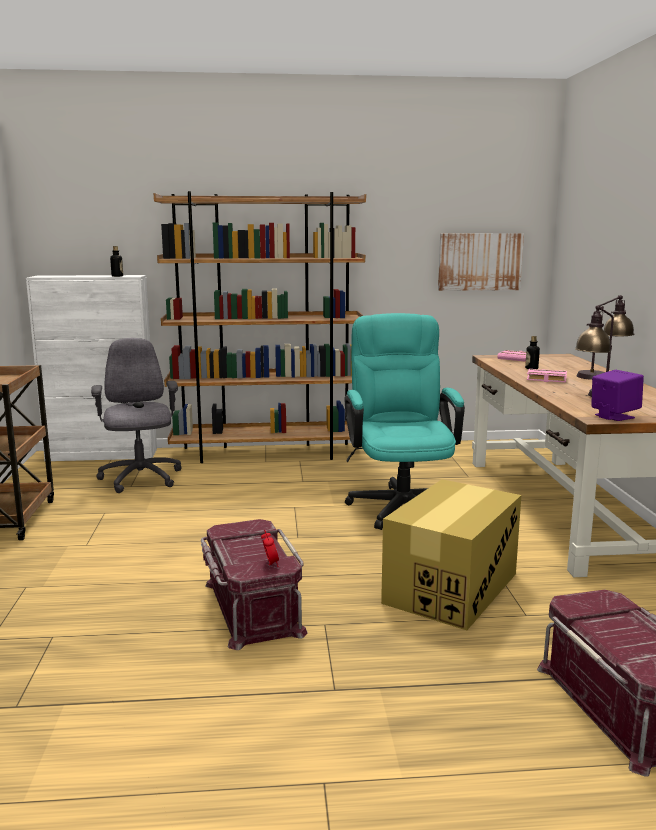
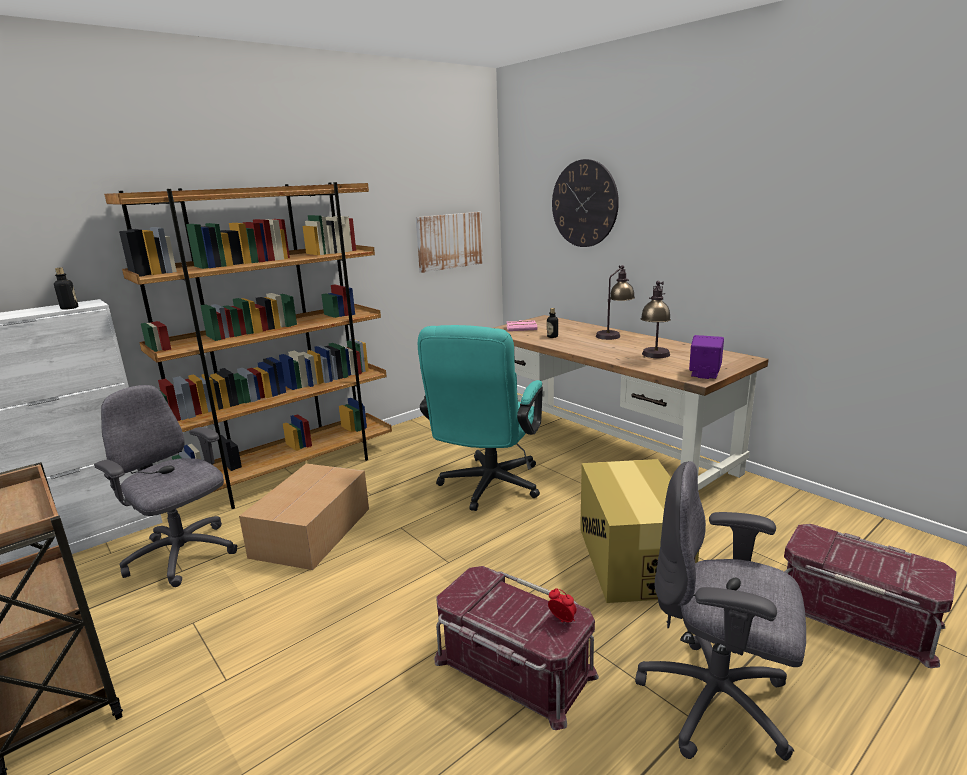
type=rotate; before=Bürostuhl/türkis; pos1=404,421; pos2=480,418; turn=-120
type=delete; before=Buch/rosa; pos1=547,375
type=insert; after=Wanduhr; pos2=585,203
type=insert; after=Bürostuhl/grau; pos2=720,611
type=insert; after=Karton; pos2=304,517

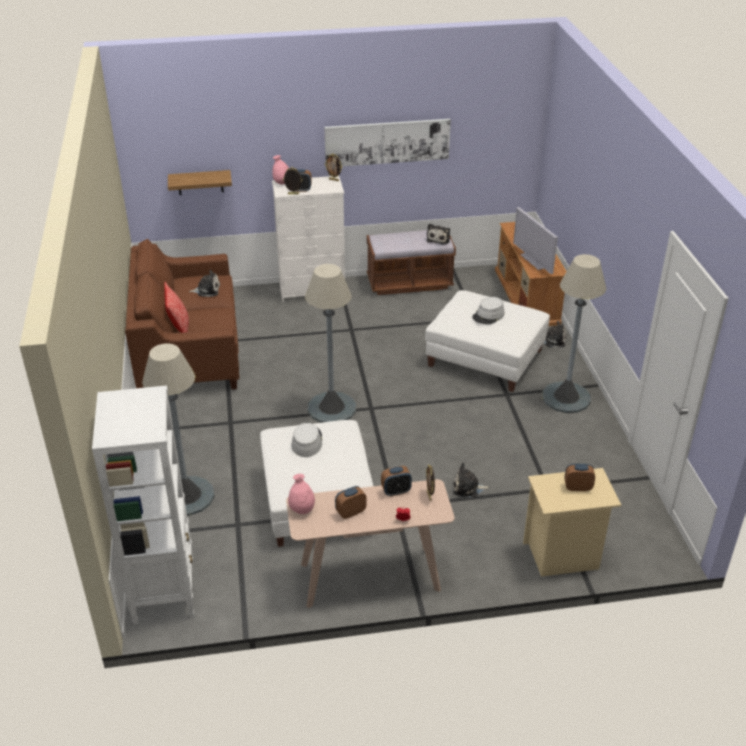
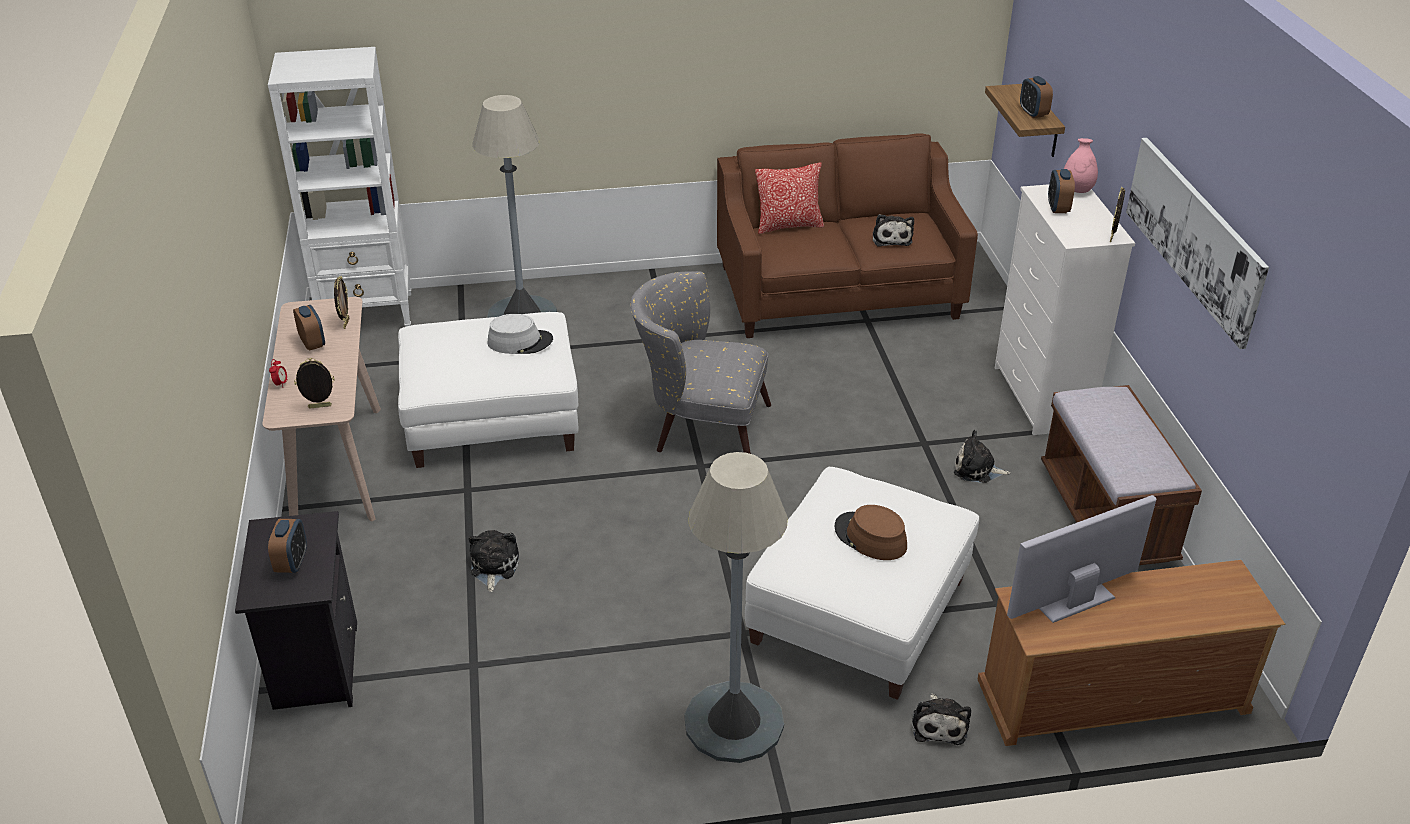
type=move; before=Bilderrahmen; pos1=293,181; pos2=342,302
type=move; before=Plüschtier; pos1=438,234; pos2=982,456
type=replace; before=Stehlampe/grau; after=Sessel/grau; pos1=330,343; pos2=700,362
type=recolor; before=Hut/grau; after=Hut/braun; pos1=488,310; pos2=870,532
type=move; before=Wecker; pos1=396,481; pos2=1036,97
type=recolor; before=Nachttisch/beige; after=Nachttisch/schwarz; pos1=572,522; pos2=296,610
type=delete; before=Vase/rosa; pos1=301,494

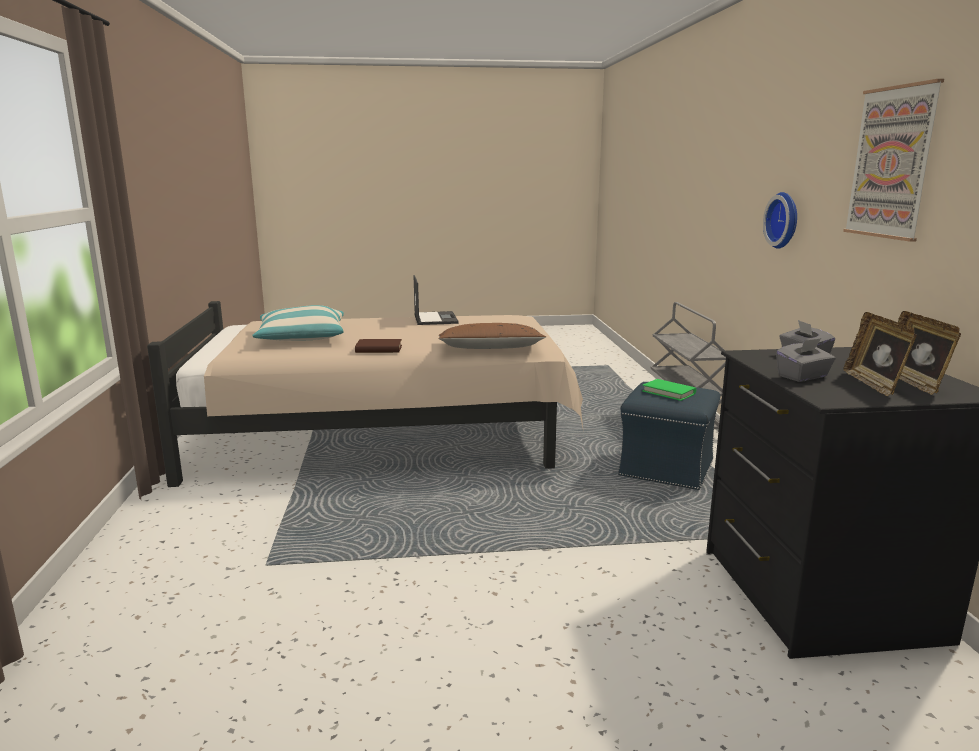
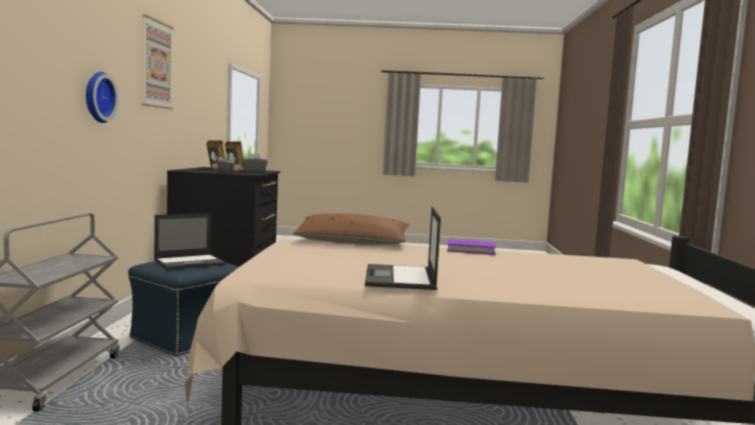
type=delete; before=Kissen; pos1=298,323
type=recolor; before=Buch/braun; after=Buch/lila; pos1=378,346; pos2=471,247
type=replace; before=Buch/grün; after=Laptop; pos1=669,390; pos2=190,241

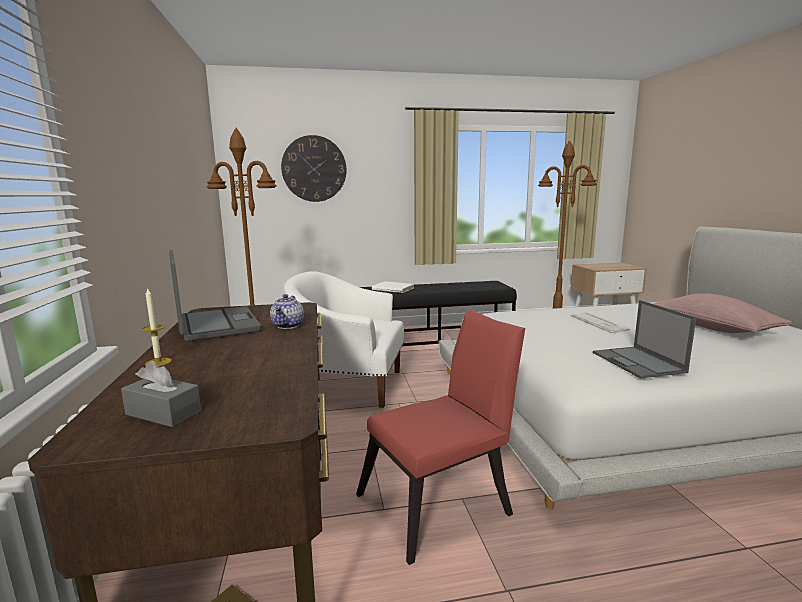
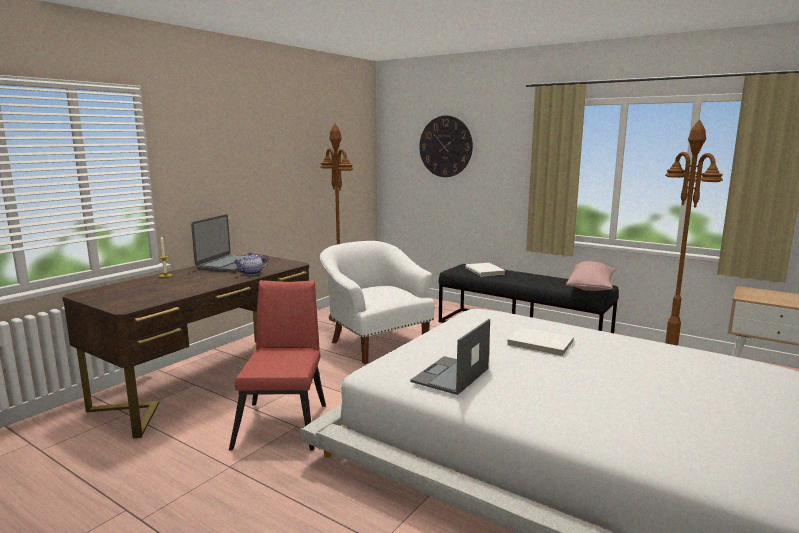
type=move; before=Kissen/rosa; pos1=722,313; pos2=590,276
type=rotate; before=Stuhl/rot; pos1=440,437; pos2=277,365; turn=-105
type=replace; before=Tastatur; after=Buch/weiß; pos1=600,322; pos2=540,342
type=delete; before=Taschentuchbox/grau; pos1=161,394

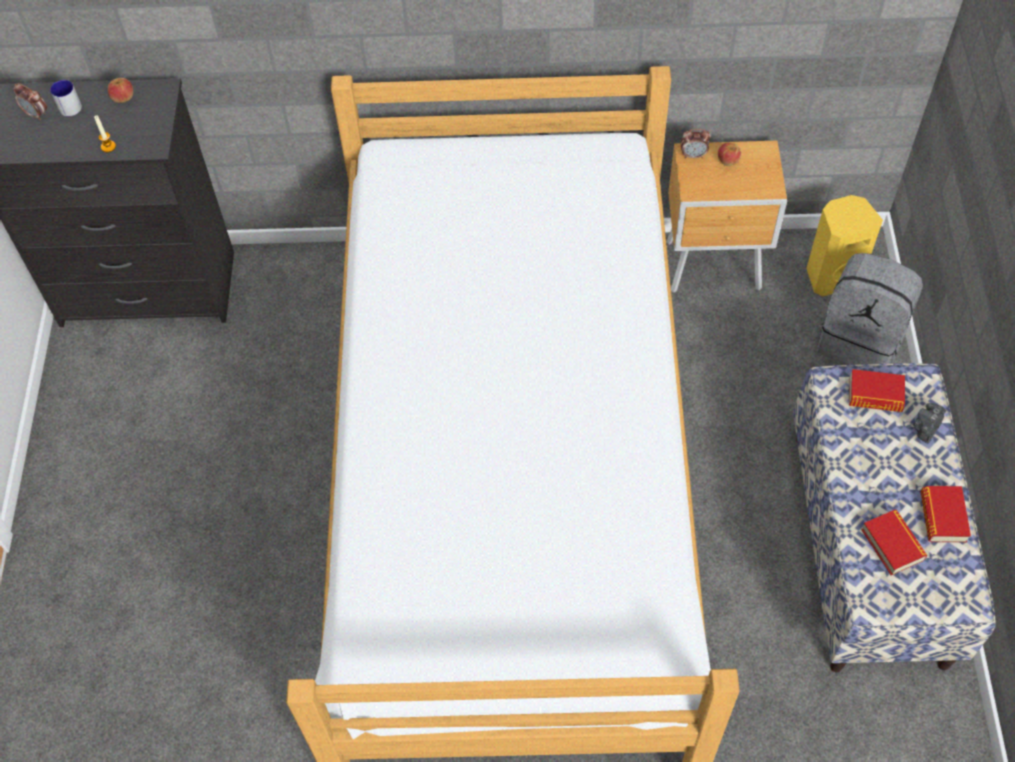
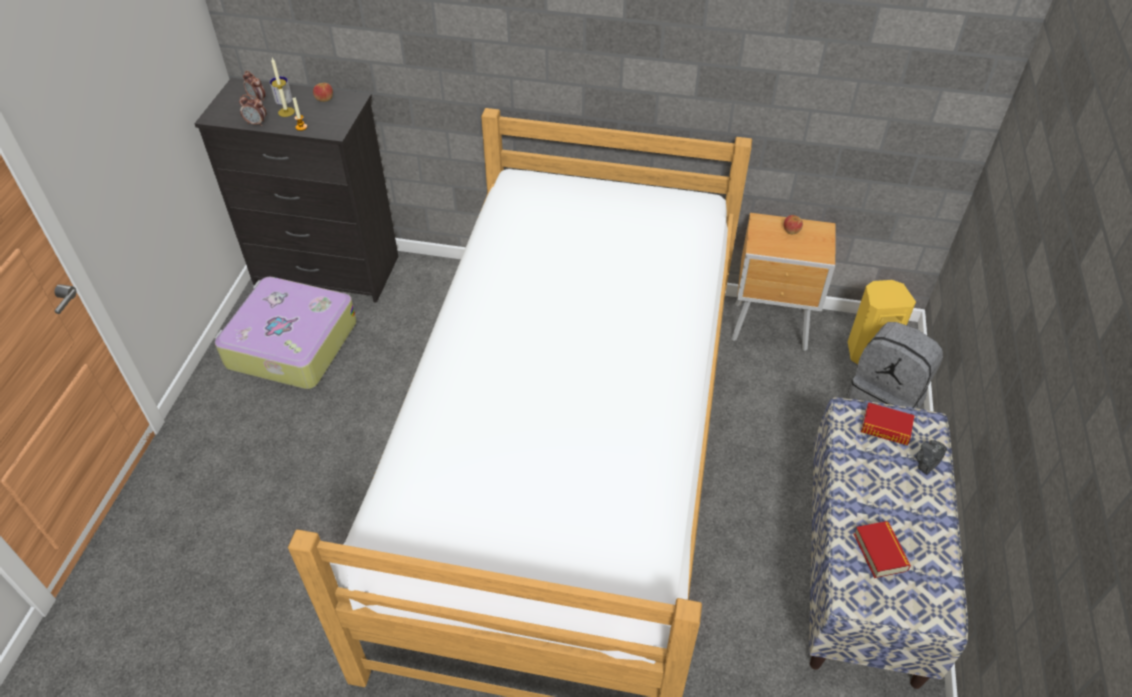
type=move; before=Wecker; pos1=696,144; pos2=252,110
type=delete; before=Buch; pos1=946,514
type=insert; after=Kerze; pos2=283,87
type=insert; after=Koffer; pos2=286,333

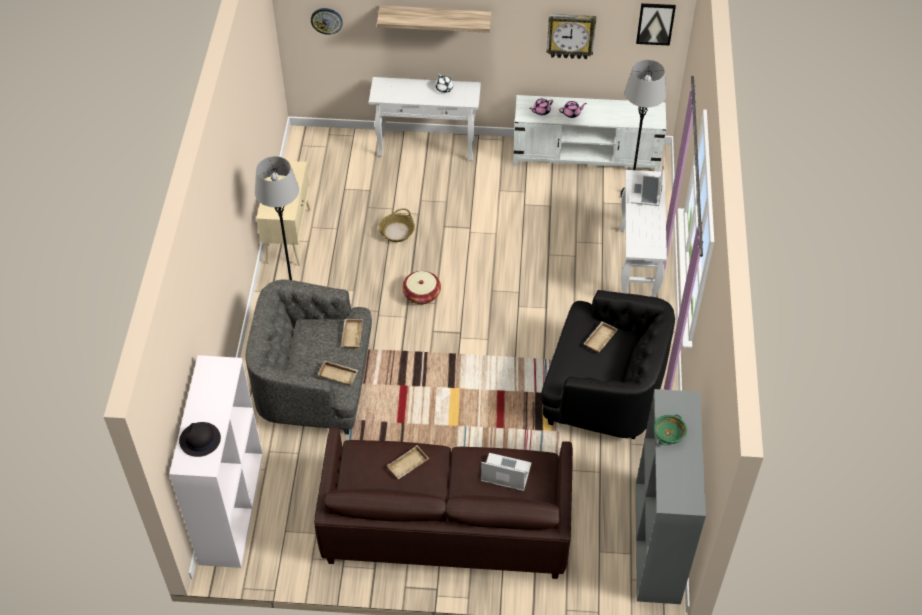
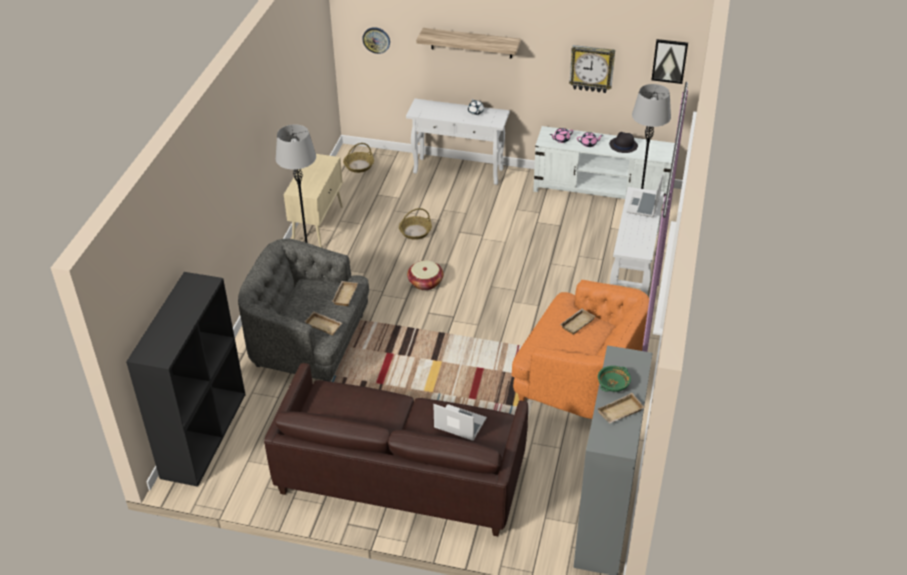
type=recolor; before=Sessel/schwarz; after=Sessel/orange; pos1=608,364; pos2=580,349
type=recolor; before=Bücherregal/weiß; after=Bücherregal/schwarz; pos1=216,461; pos2=186,379
type=move; before=Hut/schwarz; pos1=200,439; pos2=623,142
type=move; before=Tablett/beige; pos1=407,462; pos2=621,408
type=insert; after=Korb; pos2=358,158

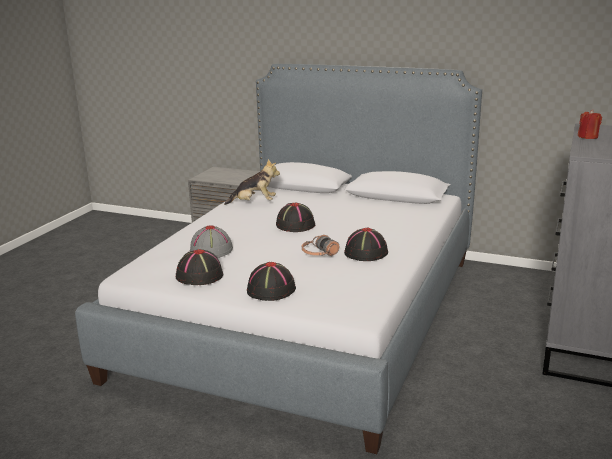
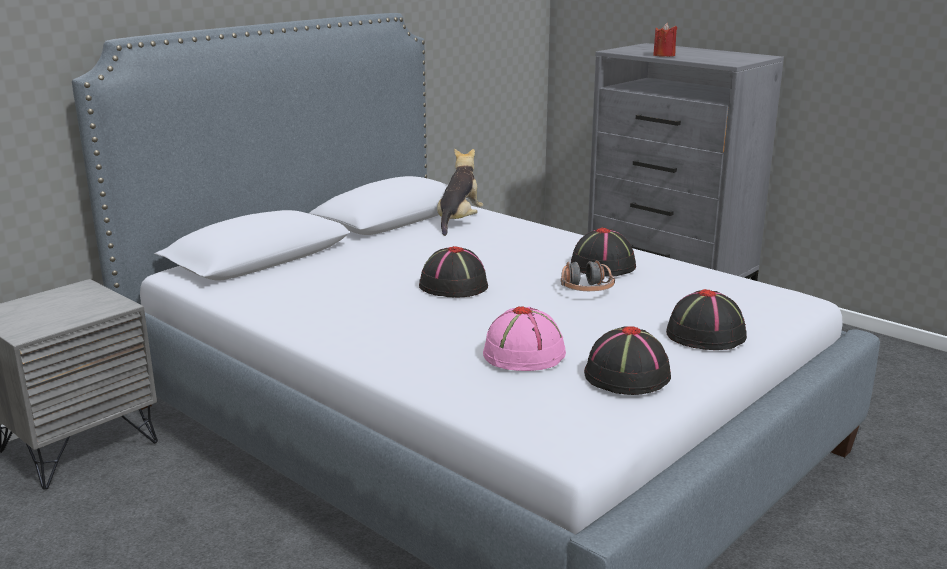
type=move; before=Plüschtier; pos1=252,182; pos2=460,192
type=recolor; before=Hut/grau; after=Hut/rosa; pos1=211,241; pos2=524,338

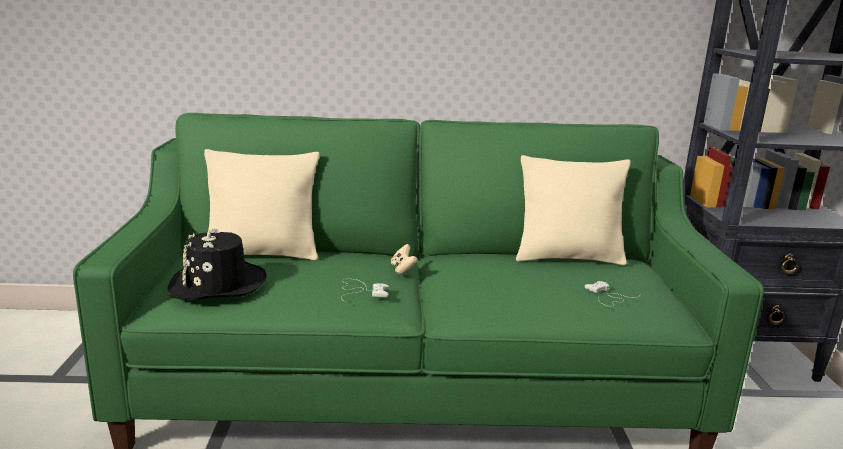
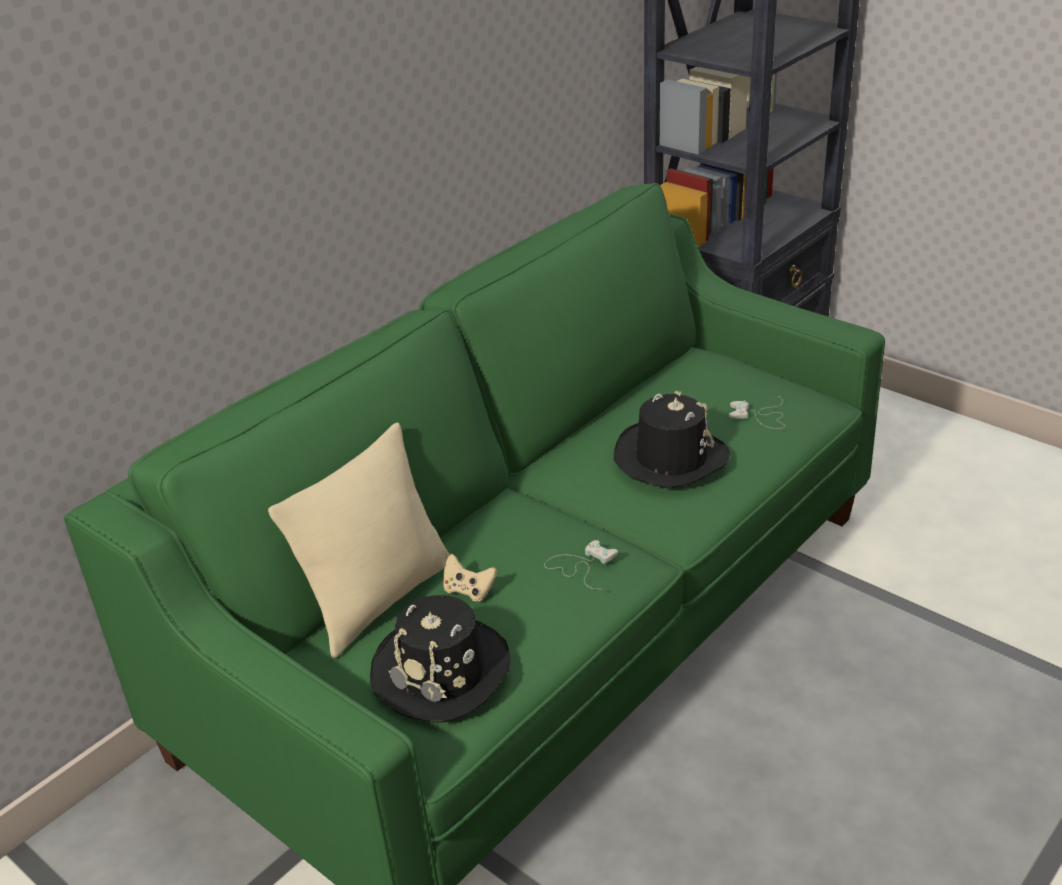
type=delete; before=Kissen/beige; pos1=573,210
type=move; before=Gamepad/beige; pos1=404,259; pos2=470,578
type=insert; after=Hut/schwarz; pos2=672,439

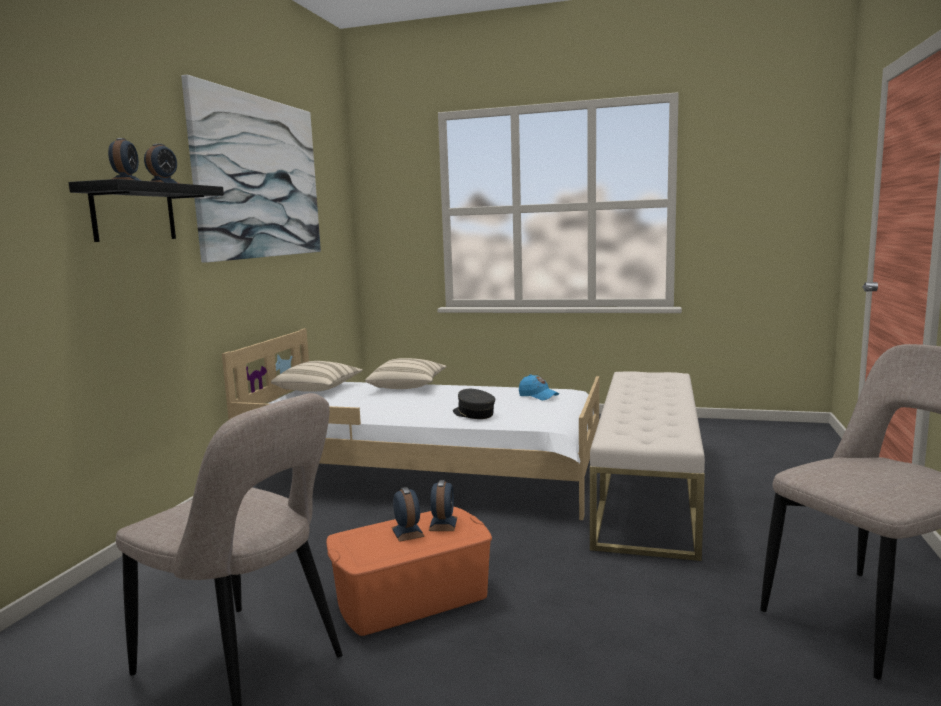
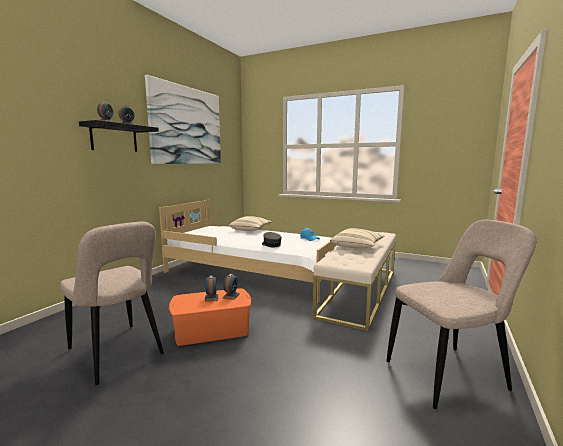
type=move; before=Kissen/beige; pos1=317,376; pos2=357,238

